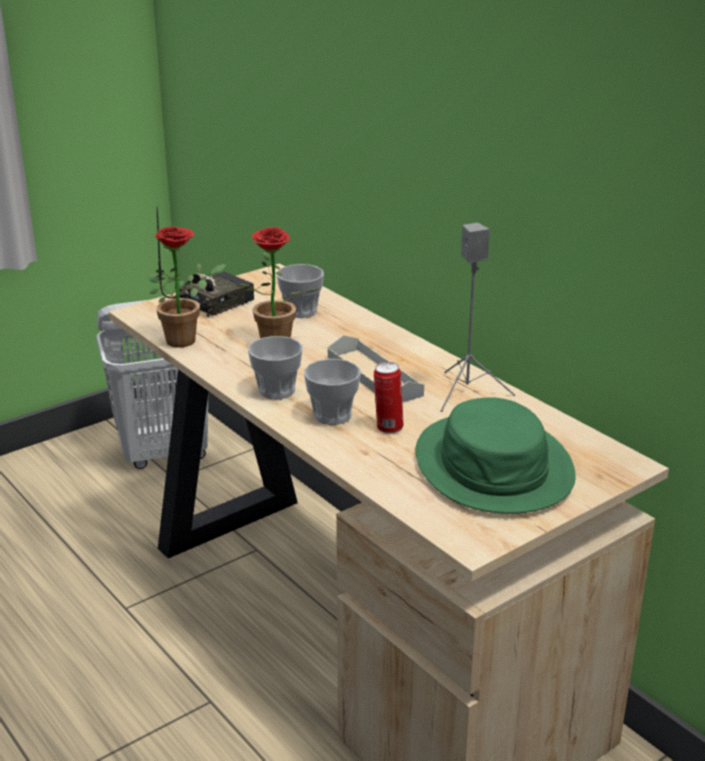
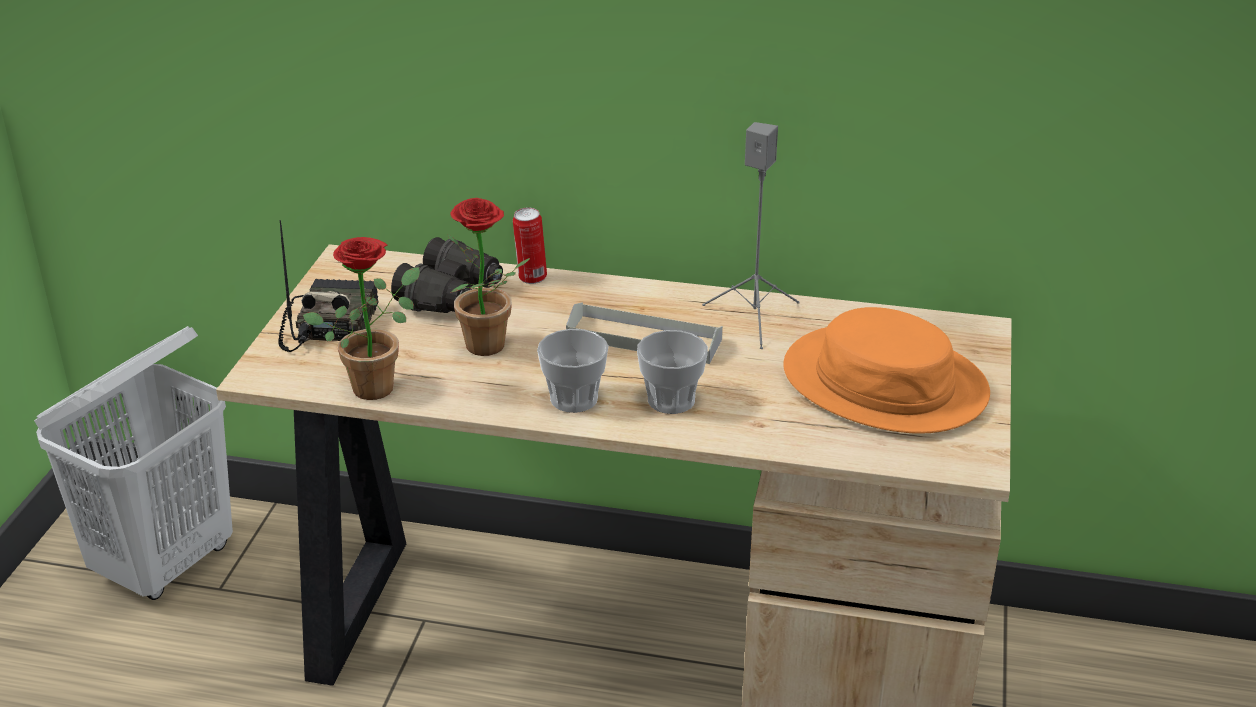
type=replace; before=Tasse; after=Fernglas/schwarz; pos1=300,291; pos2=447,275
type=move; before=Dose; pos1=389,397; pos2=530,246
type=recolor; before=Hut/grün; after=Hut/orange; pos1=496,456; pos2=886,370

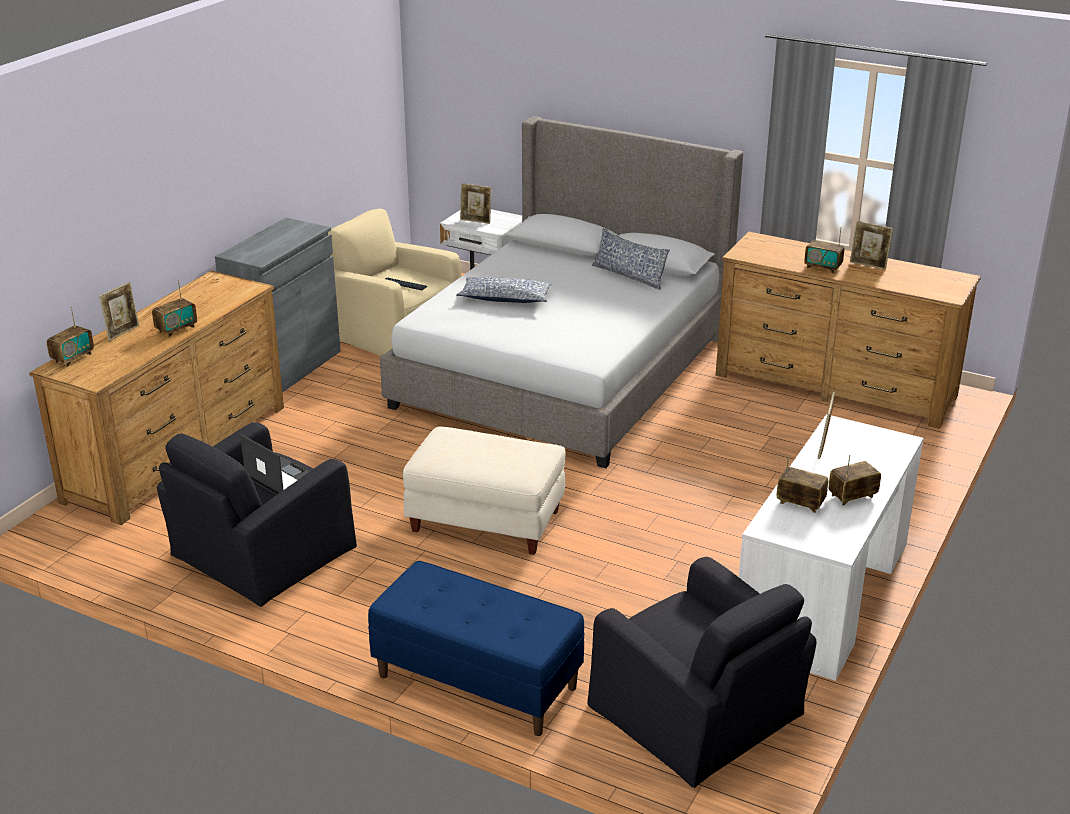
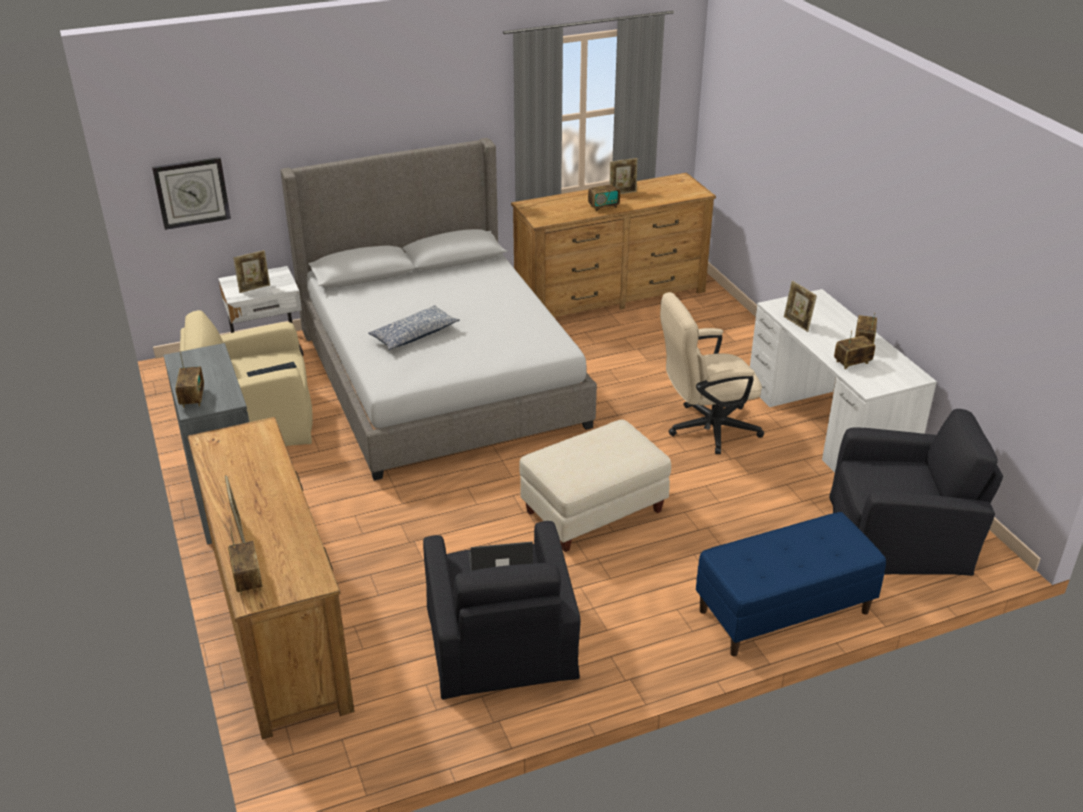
type=delete; before=Kissen; pos1=631,259
type=move; before=Radio; pos1=174,308; pos2=190,379
type=insert; after=Wanduhr; pos2=191,193
type=insert; after=Bürostuhl/beige; pos2=712,373

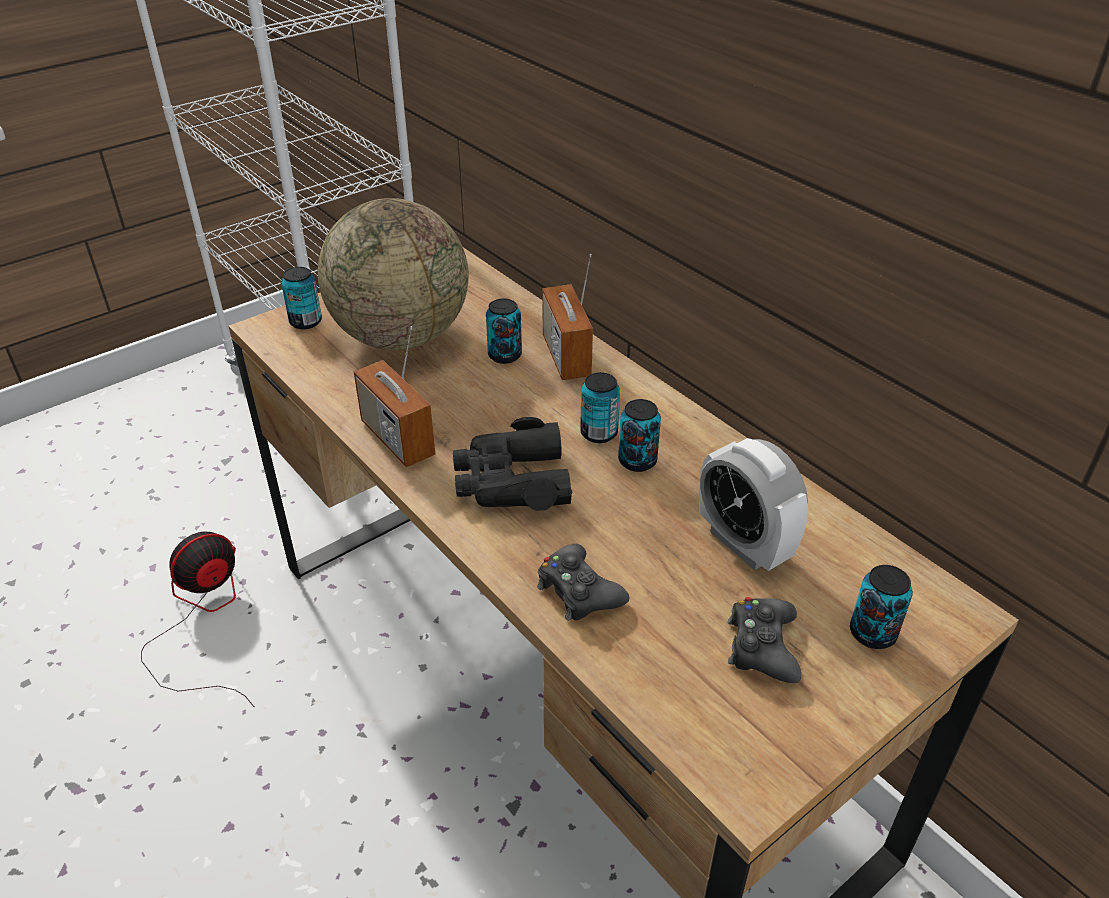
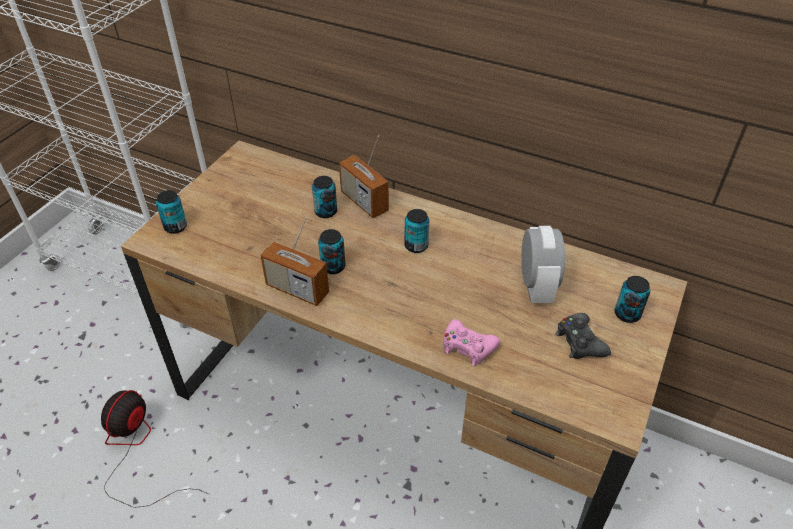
type=delete; before=Globus; pos1=393,274
type=move; before=Dose; pos1=639,435; pos2=331,251
type=delete; before=Fernglas/schwarz; pos1=512,464
type=rotate; before=Wecker; pos1=753,504; pos2=543,264; turn=-120
type=recolor; before=Gamepad/schwarz; after=Gamepad/rosa; pos1=583,582; pos2=471,342

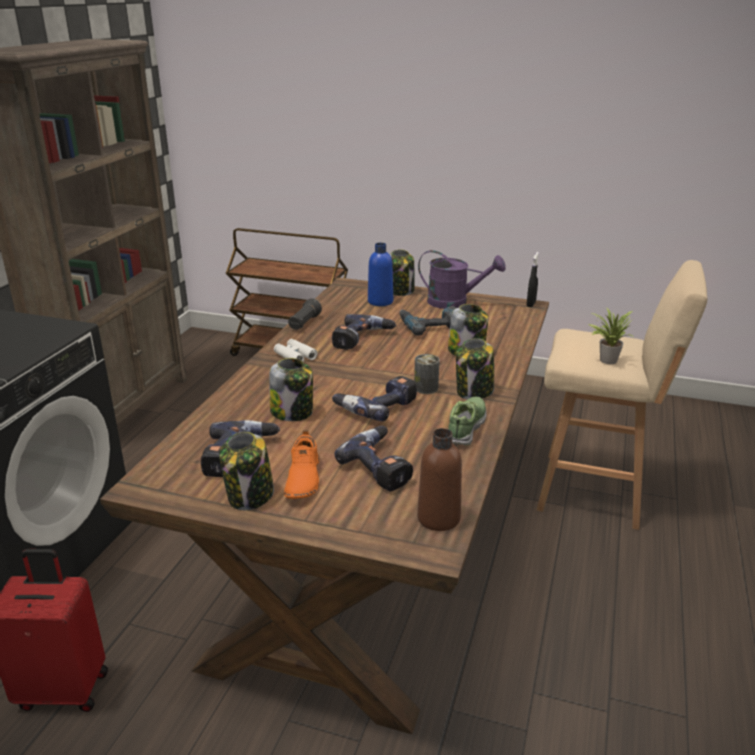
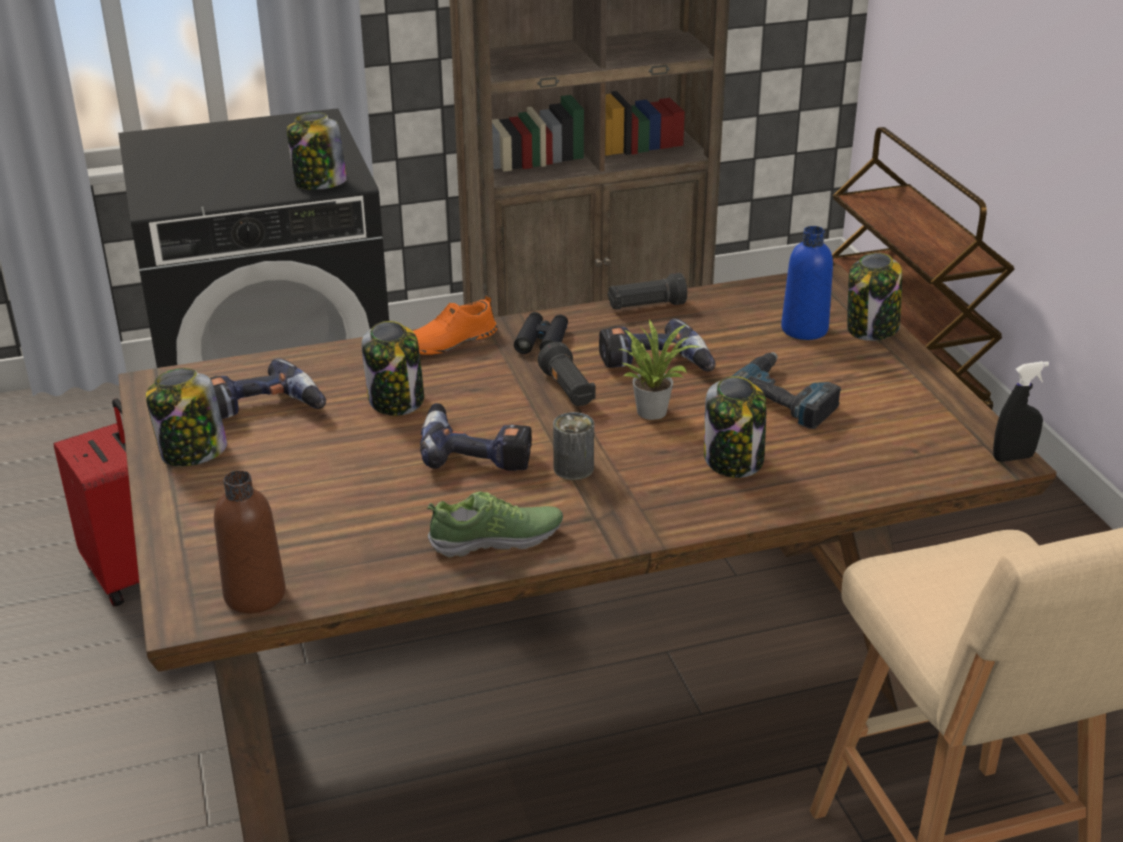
type=delete; before=Gießkanne/lila; pos1=462,279
type=move; before=Topfpflanze; pos1=611,335; pos2=659,370
type=move; before=Vorratsglas; pos1=475,368; pos2=317,151
type=recolor; before=Fernglas/weiß; after=Fernglas/schwarz; pos1=295,350; pos2=541,333
type=delete; before=Bohrmaschine; pos1=373,459
type=move; before=Schuh/orange; pos1=302,464; pos2=455,325
type=insert; after=Taschenlampe/schwarz; pos2=567,374

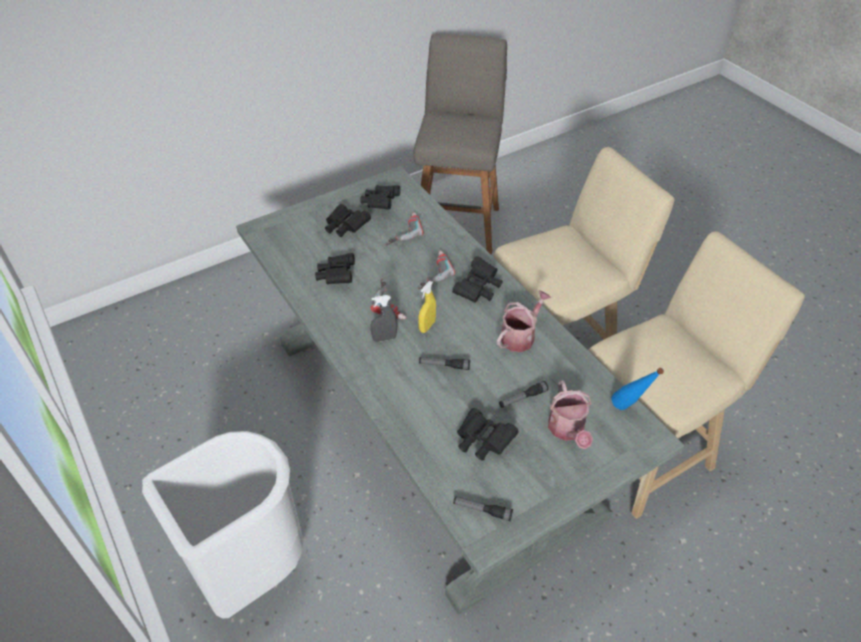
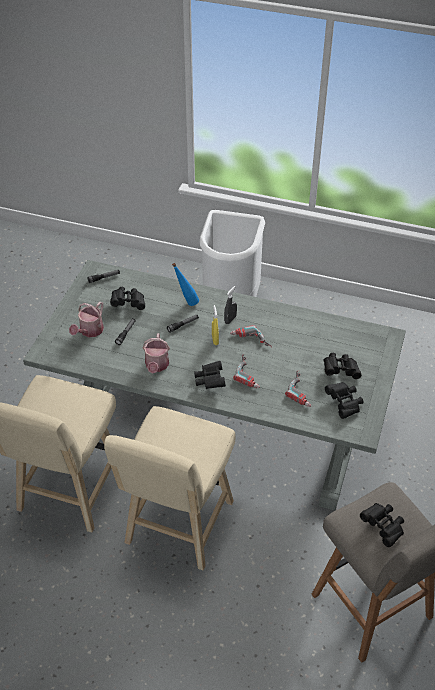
type=move; before=Fernglas/schwarz; pos1=335,268; pos2=382,525
type=move; before=Flasche/blau; pos1=638,389; pos2=185,284
type=rotate; before=Gießkanne; pos1=570,414; pos2=86,319; turn=-105

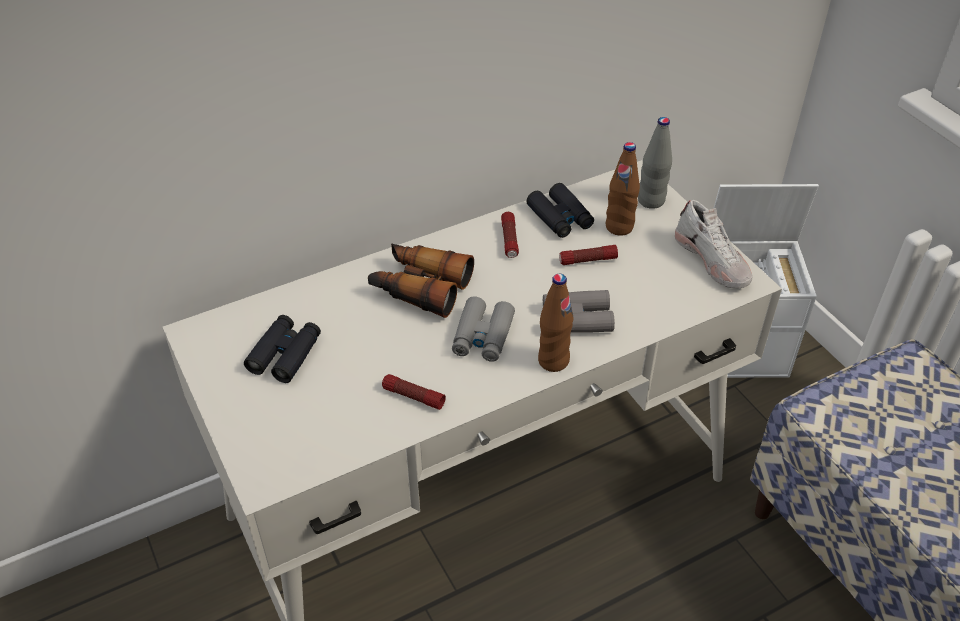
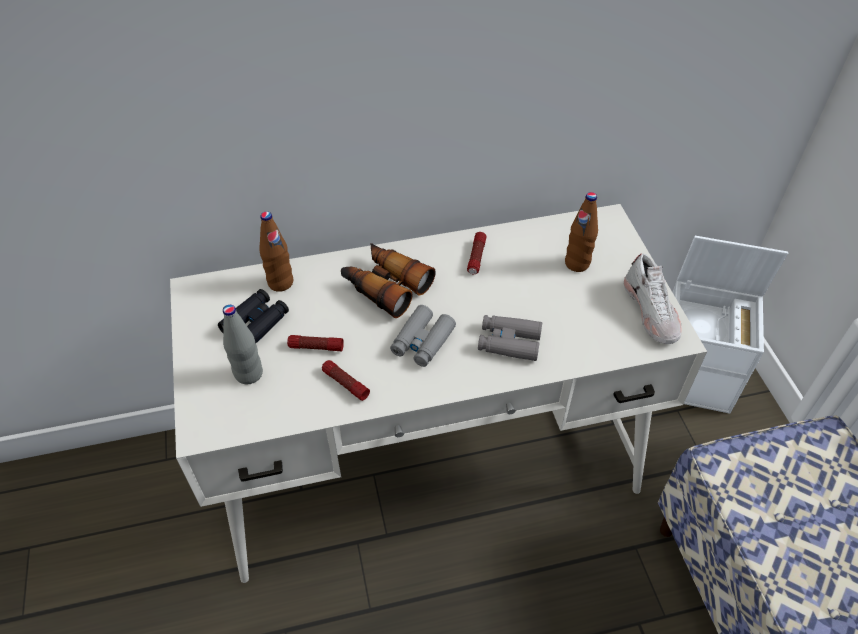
type=move; before=Flasche/grau; pos1=655,163; pos2=243,344
type=delete; before=Fernglas/schwarz; pos1=560,210
type=move; before=Taschenlampe; pos1=588,255; pos2=315,343
type=move; before=Flasche/braun; pos1=556,323; pos2=276,251

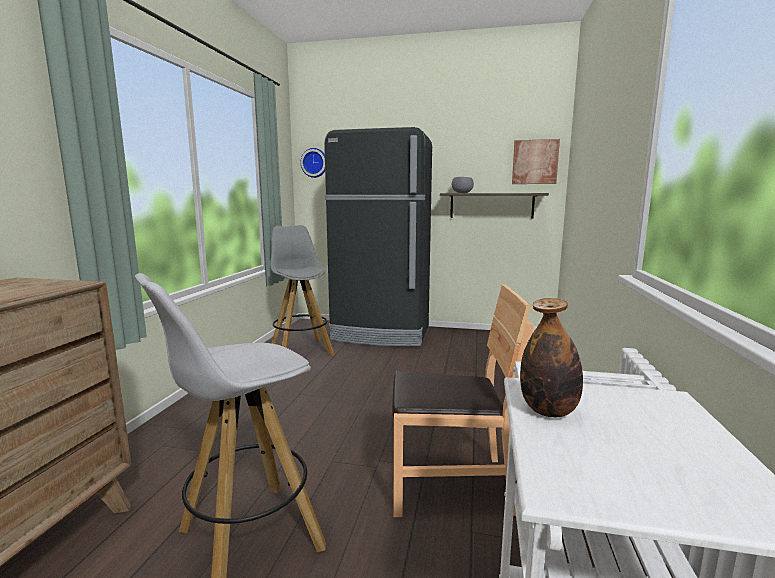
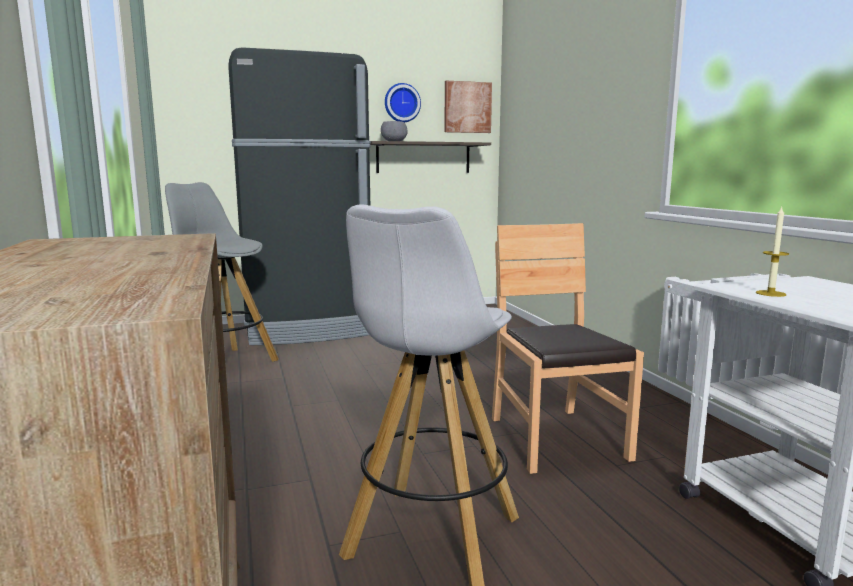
type=move; before=Wanduhr; pos1=313,163; pos2=403,102
type=rotate; before=Stuhl/braun; pos1=462,400; pos2=568,348; turn=-75
type=replace; before=Flasche; after=Kerze; pos1=551,357; pos2=772,251

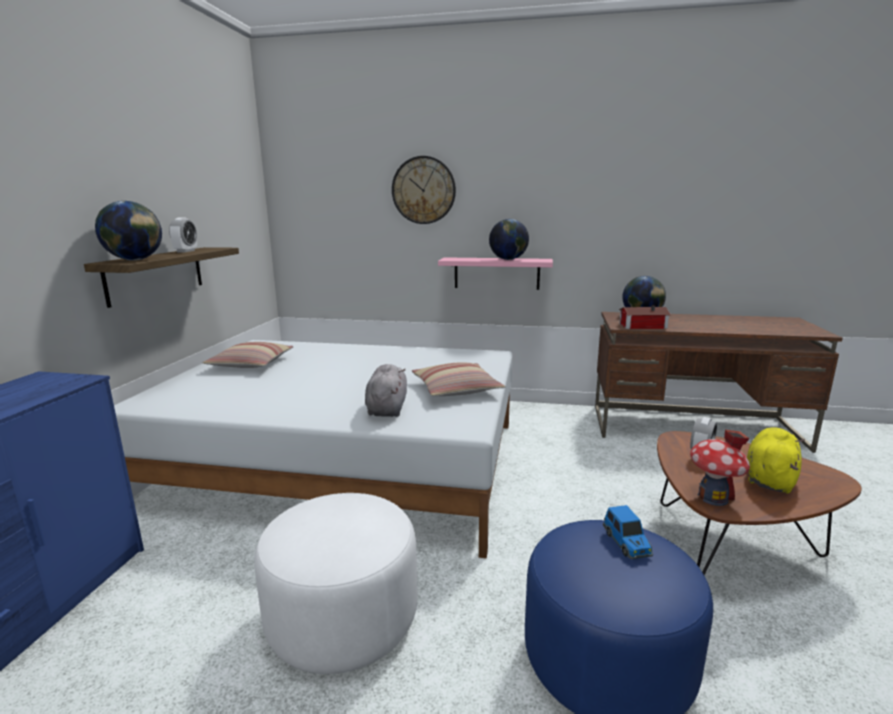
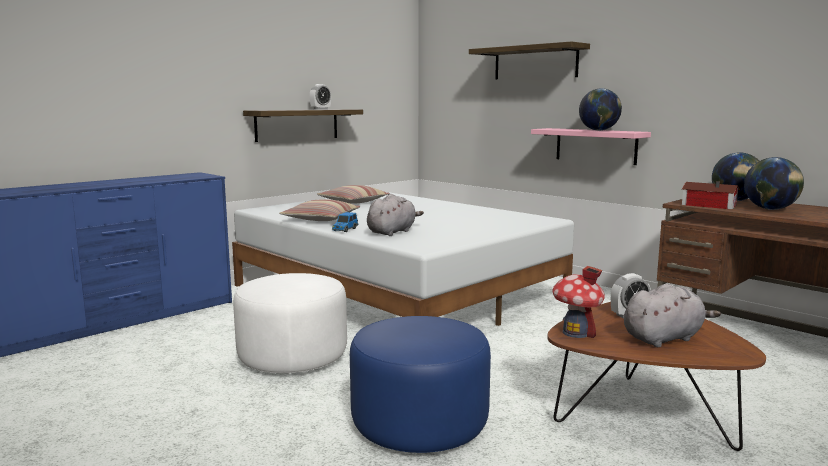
type=replace; before=Wanduhr; after=Wandregal; pos1=424,190; pos2=529,61
type=move; before=Globus; pos1=128,230; pos2=774,183
type=move; before=Kissen; pos1=458,379; pos2=320,210
type=recolor; before=Plüschtier/gelb; after=Plüschtier/grau; pos1=776,460; pos2=672,315
type=move; before=Spielzeugauto; pos1=628,532; pos2=345,222

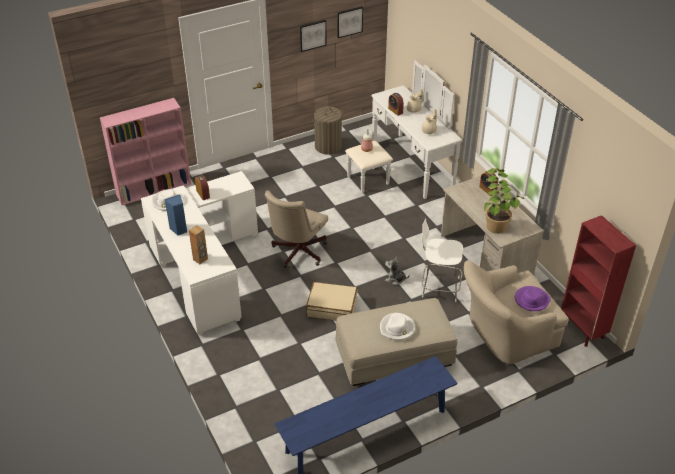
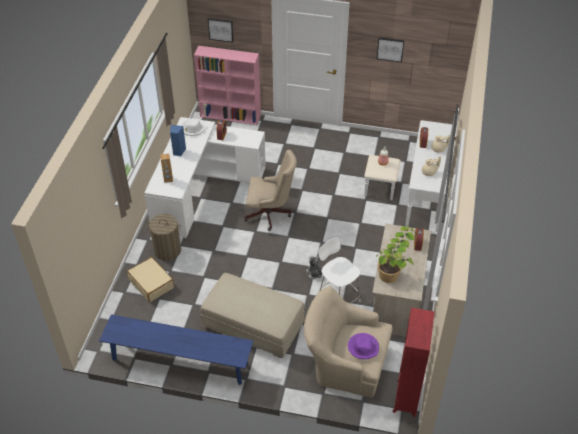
type=move; before=Bild; pos1=350,22; pos2=221,30
type=move; before=Wäschekorb; pos1=328,130; pos2=163,237
type=rotate; before=Bürostuhl/beige; pos1=296,229; pos2=270,190; turn=-150
type=move; before=Koffer/beige; pos1=332,301; pos2=150,279
type=delete; before=Hut/weiß; pos1=397,326

